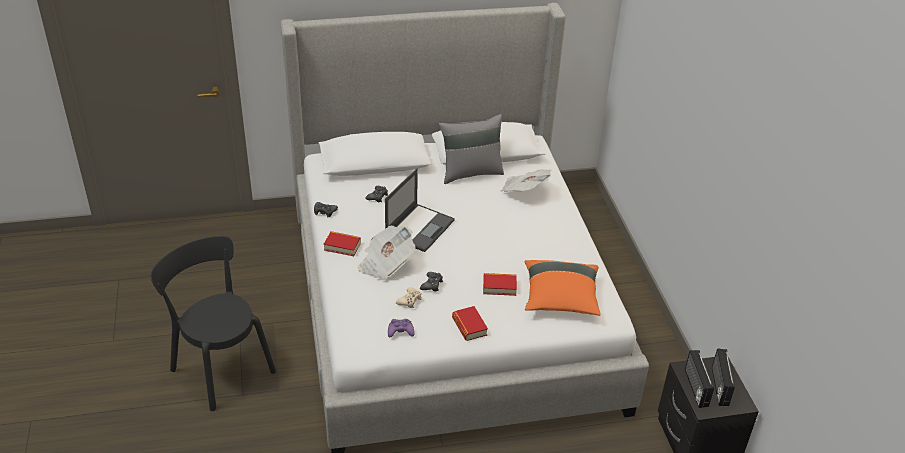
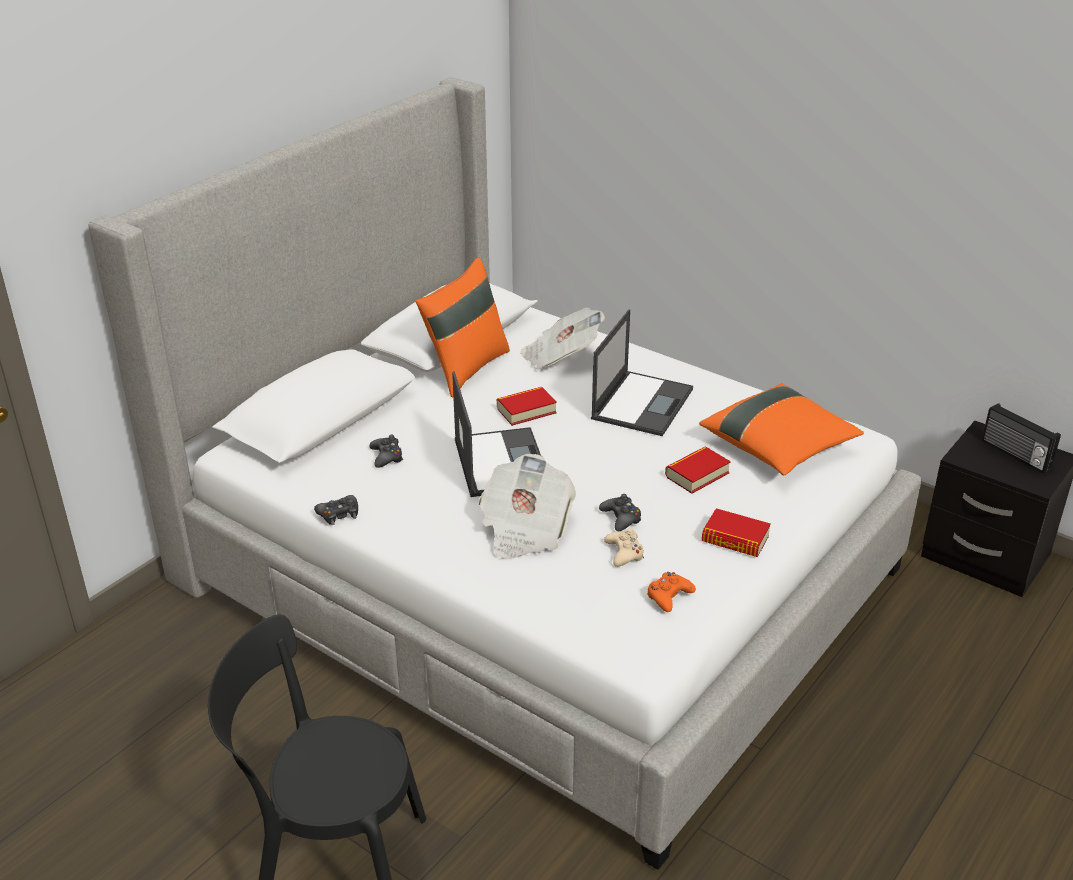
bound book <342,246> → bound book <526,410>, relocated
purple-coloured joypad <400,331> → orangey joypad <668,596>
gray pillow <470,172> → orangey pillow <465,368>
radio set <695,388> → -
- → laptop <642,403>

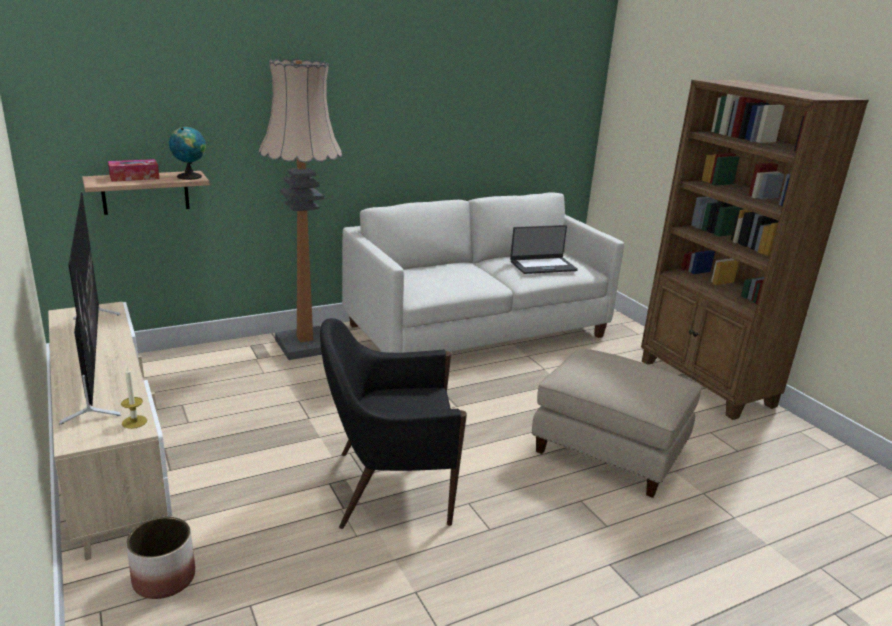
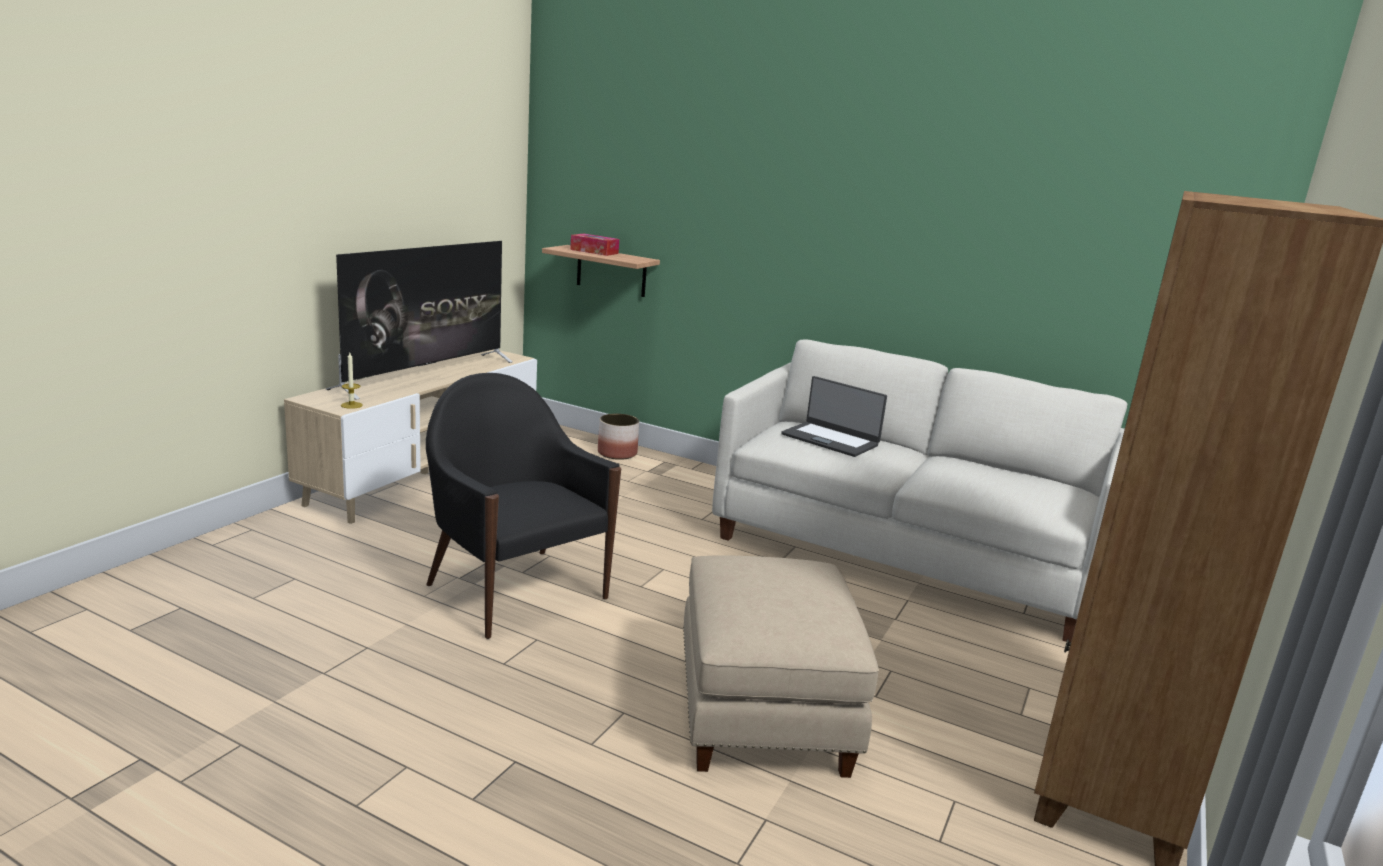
planter <163,579> → planter <616,453>, relocated
globe <190,176> → -
standard lamp <305,345> → -
laptop <542,266> → laptop <830,439>, relocated

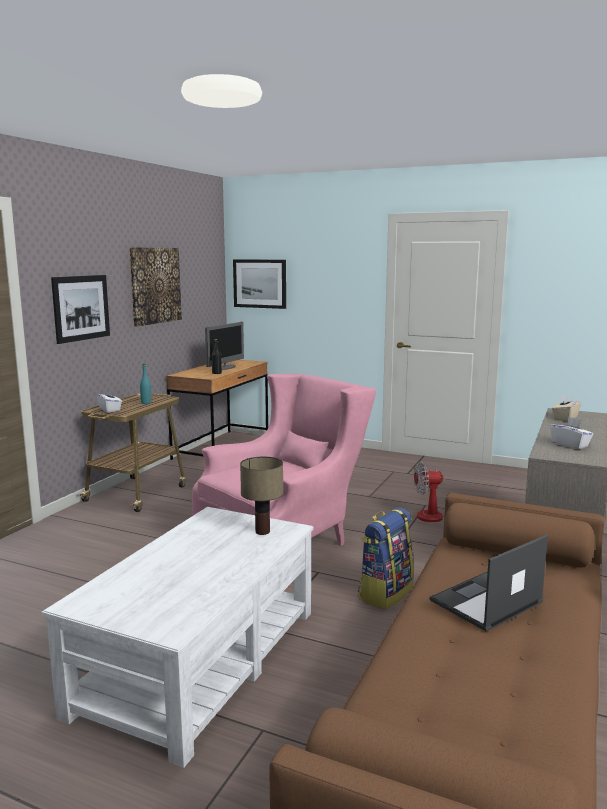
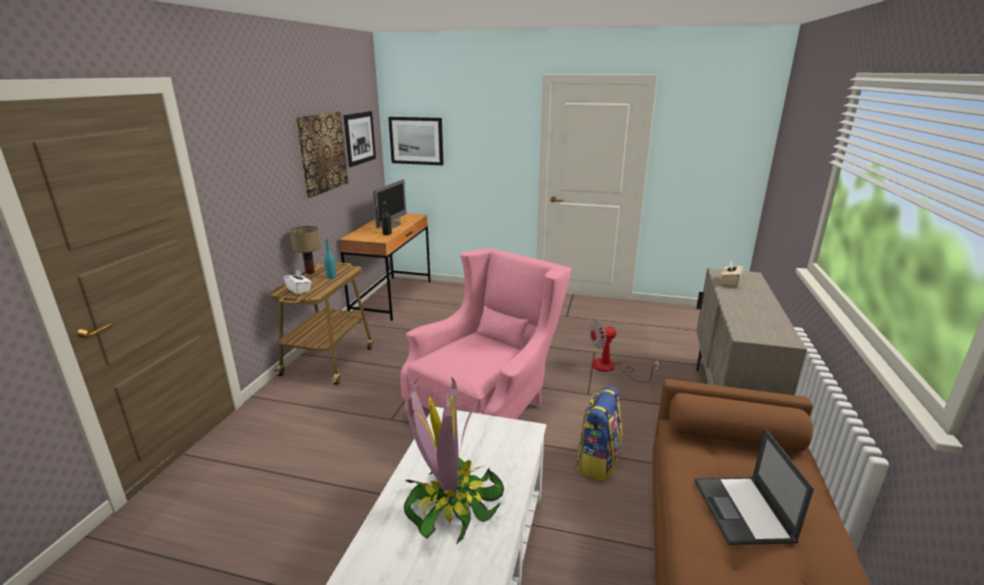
wall picture <81,308> → wall picture <359,138>, relocated
tabletop lamp <262,531> → tabletop lamp <309,272>, relocated
laptop <485,602> → laptop <743,511>, 45 degrees counterclockwise
whitish tissue box <570,445> → -
- → potted plant <451,504>

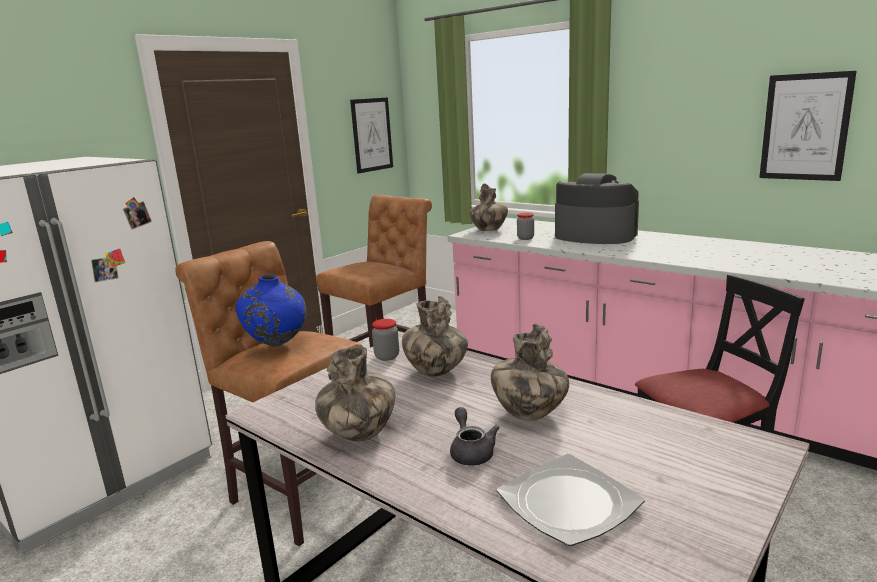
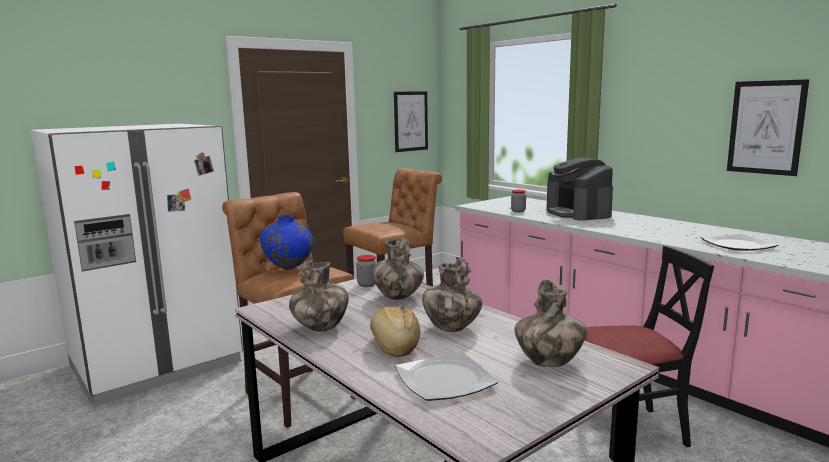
gray pot for tea <471,452> → bakery bread <394,345>
vase <489,230> → vase <548,362>, relocated
coffee brewer <594,236> → coffee brewer <578,213>, 150 degrees counterclockwise
- → flat dish <738,245>

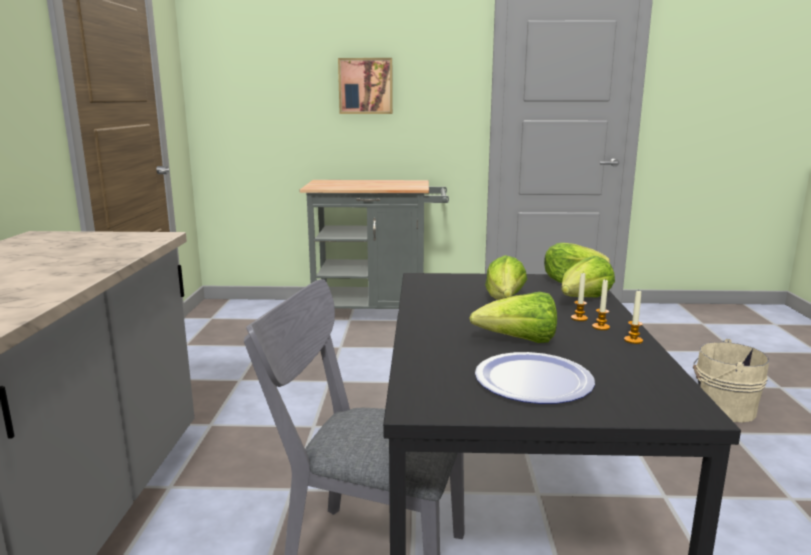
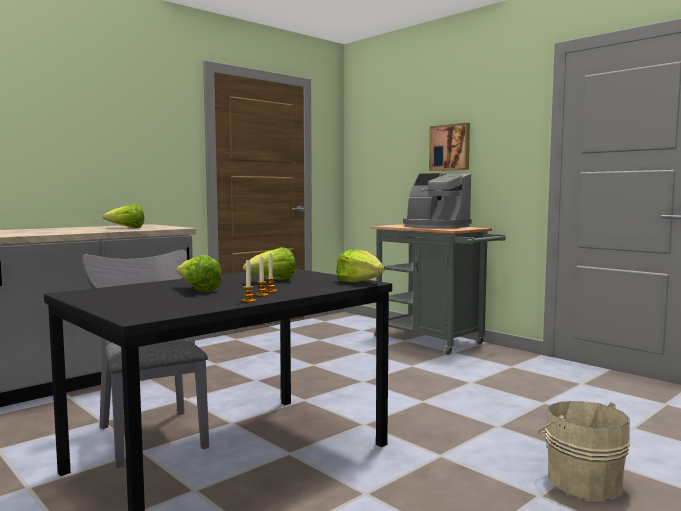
flat dish <534,380> → -
head of lettuce <583,300> → head of lettuce <127,228>, relocated
- → coffee brewer <434,227>

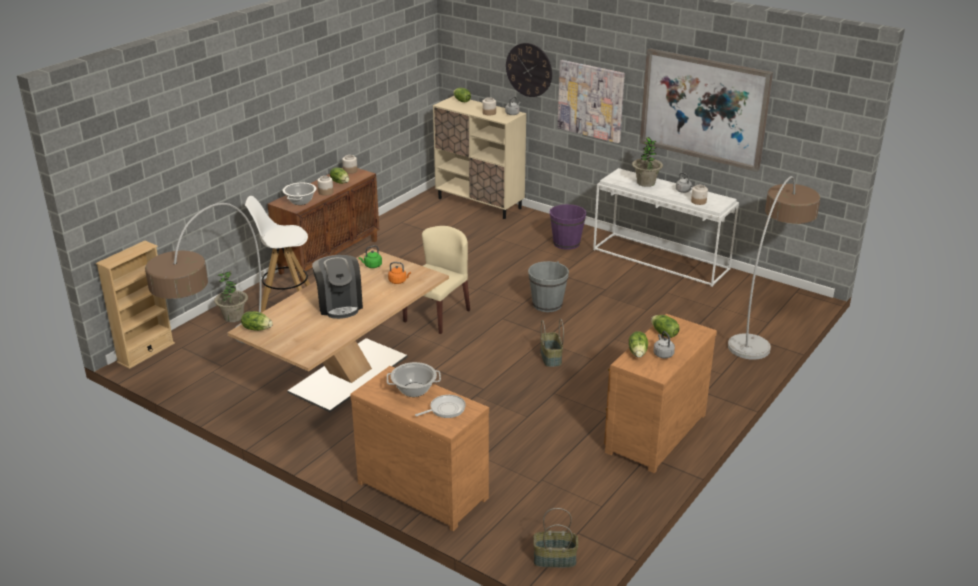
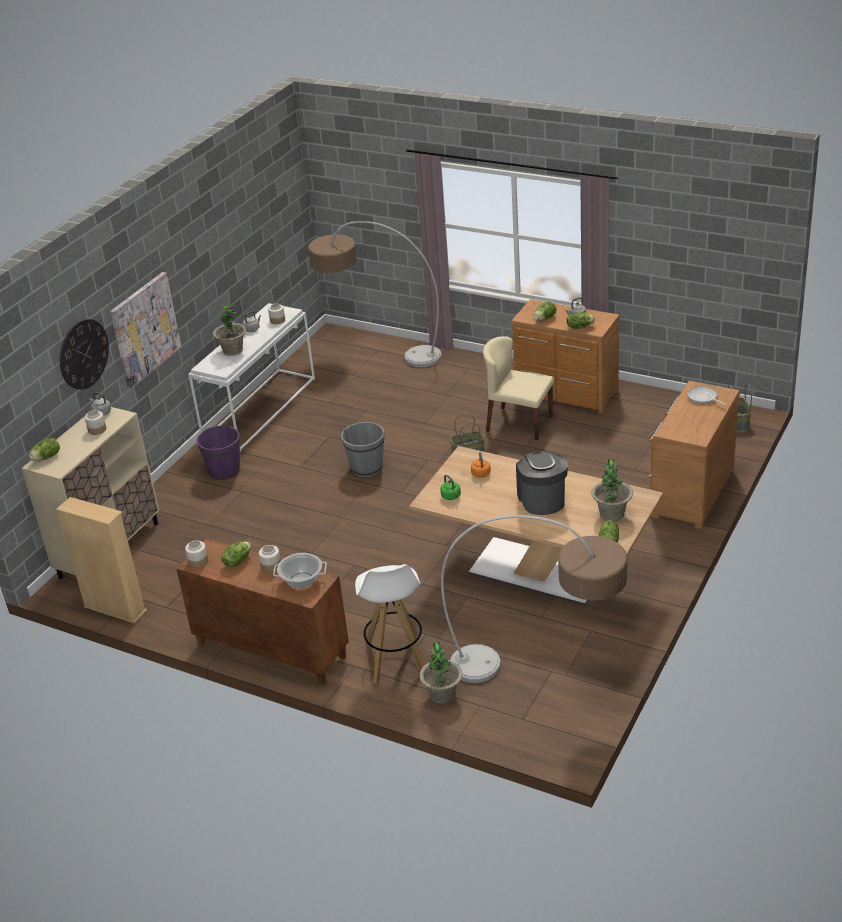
beige-coloured bookcase <146,353> → beige-coloured bookcase <115,609>, relocated
coffee brewer <339,305> → coffee brewer <542,499>, 75 degrees counterclockwise
stockpot <414,390> → -
beige-coloured plain chair <437,315> → beige-coloured plain chair <518,423>, relocated
wall picture <704,108> → -
- → potted plant <611,514>

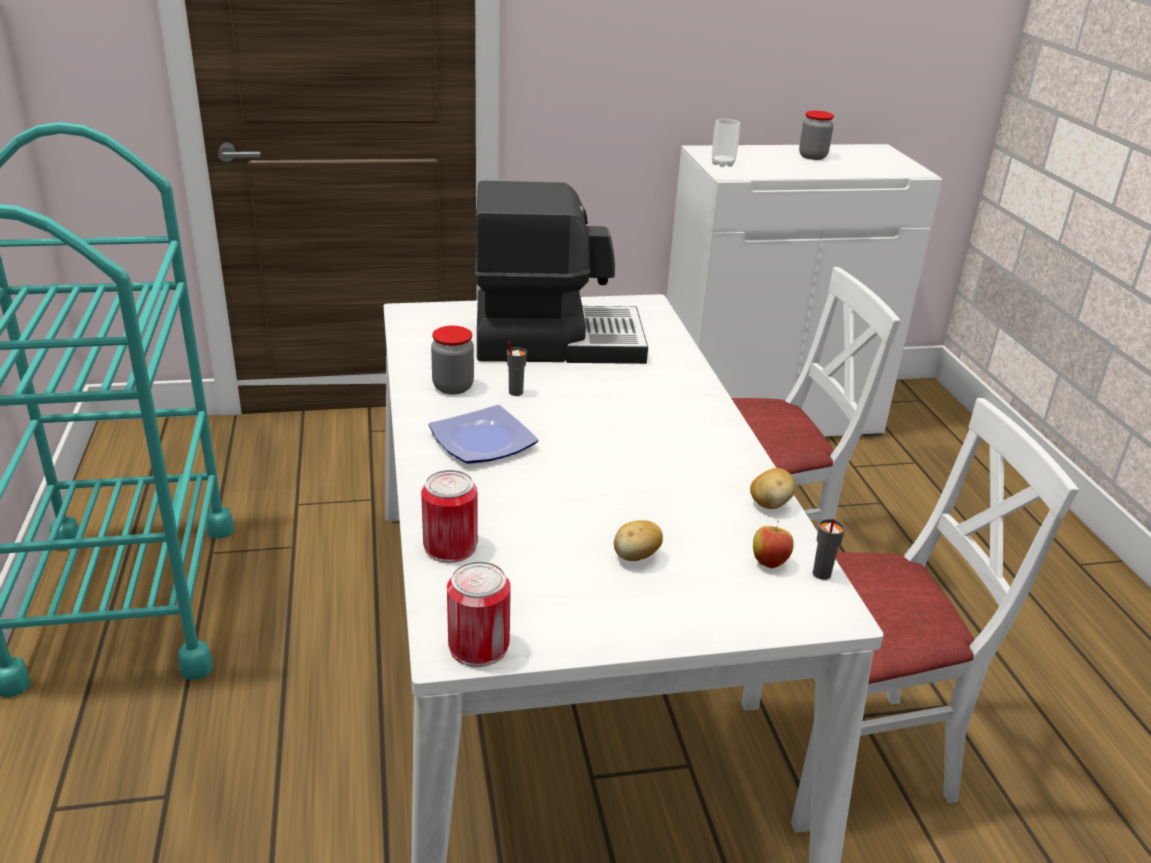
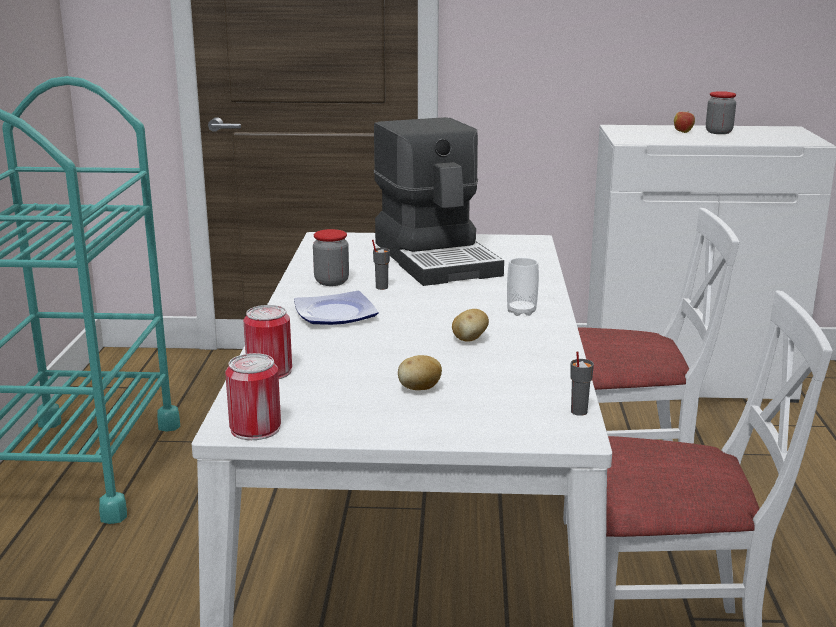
coffee brewer <557,340> → coffee brewer <437,258>, 60 degrees clockwise
small cup <723,164> → small cup <521,311>, relocated
potato <770,504> → potato <470,340>, relocated
apple <769,562> → apple <683,132>, relocated

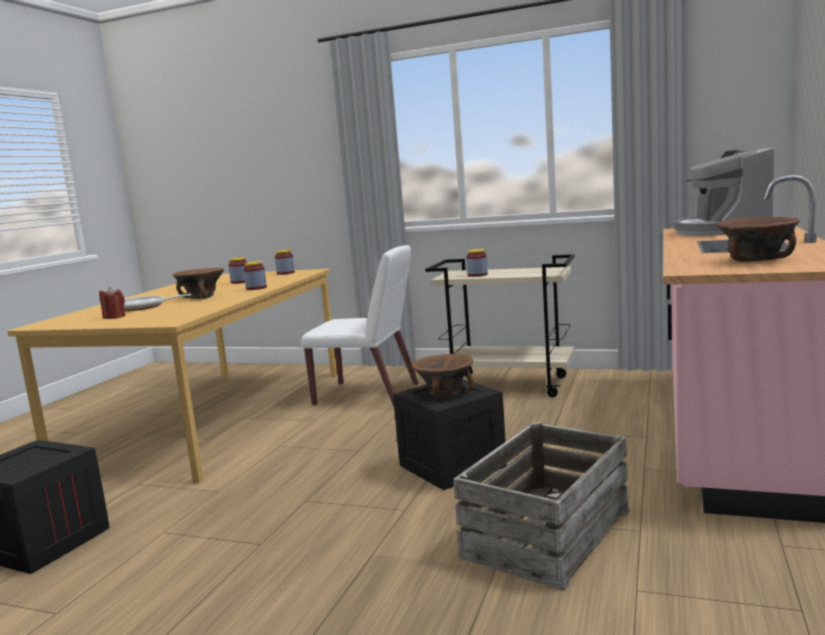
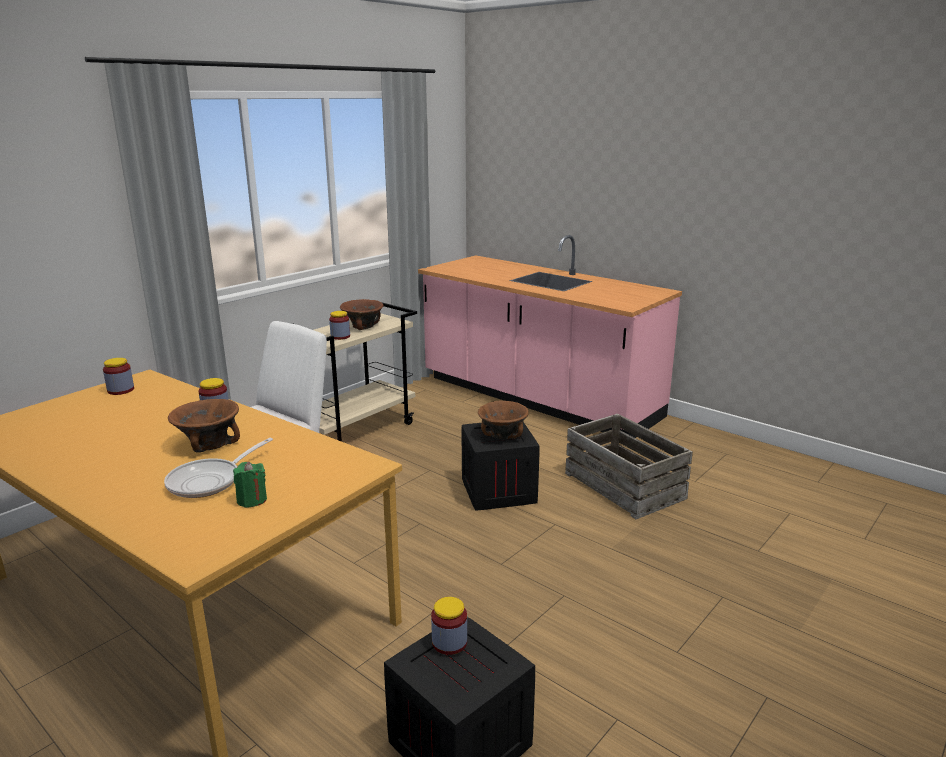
red candle <114,317> → greenish candle <252,500>
storage jar <240,282> → storage jar <449,642>, relocated
coffee brewer <721,231> → -
brown-coloured deep dish <756,260> → brown-coloured deep dish <362,327>, relocated

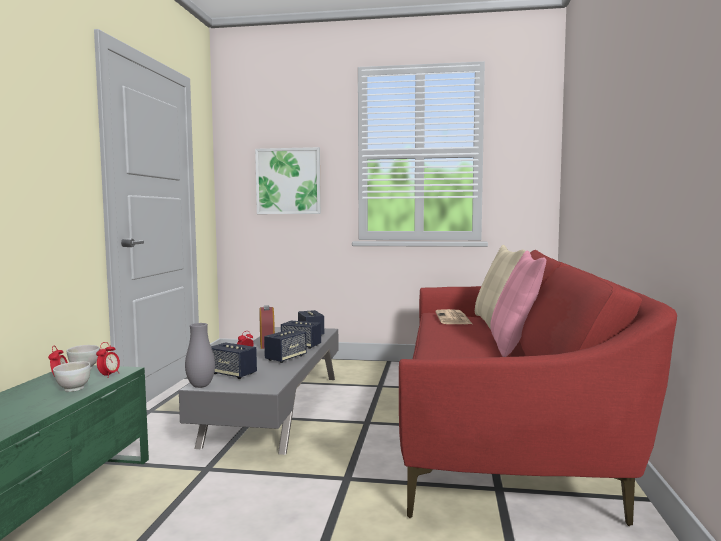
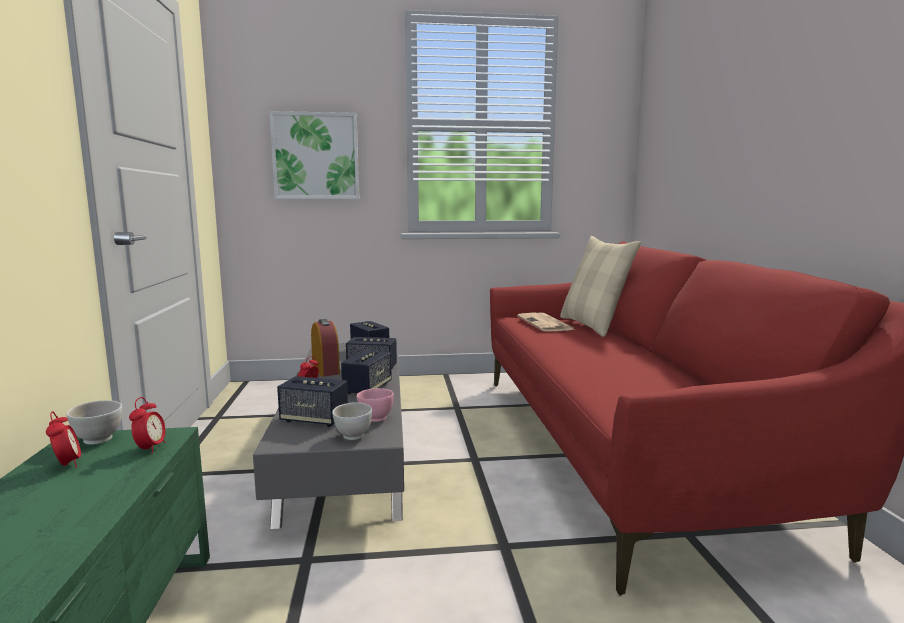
whitish deep dish <73,389> → whitish deep dish <353,436>, relocated
gray vase <200,386> → -
pink-coloured pillow <513,345> → -
- → pink-coloured deep dish <375,418>

